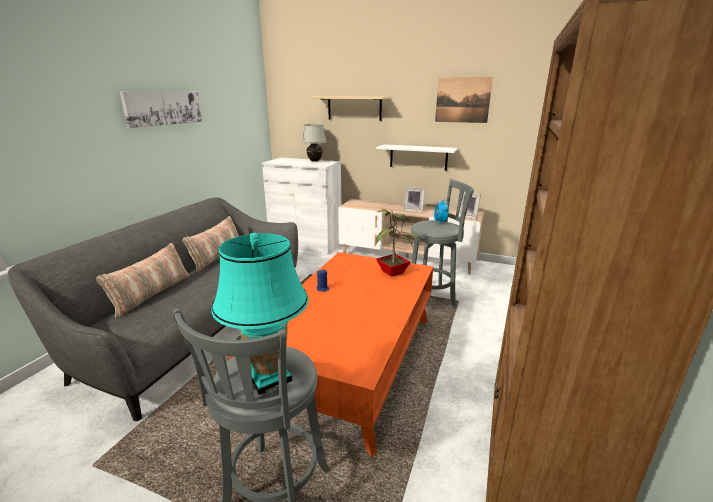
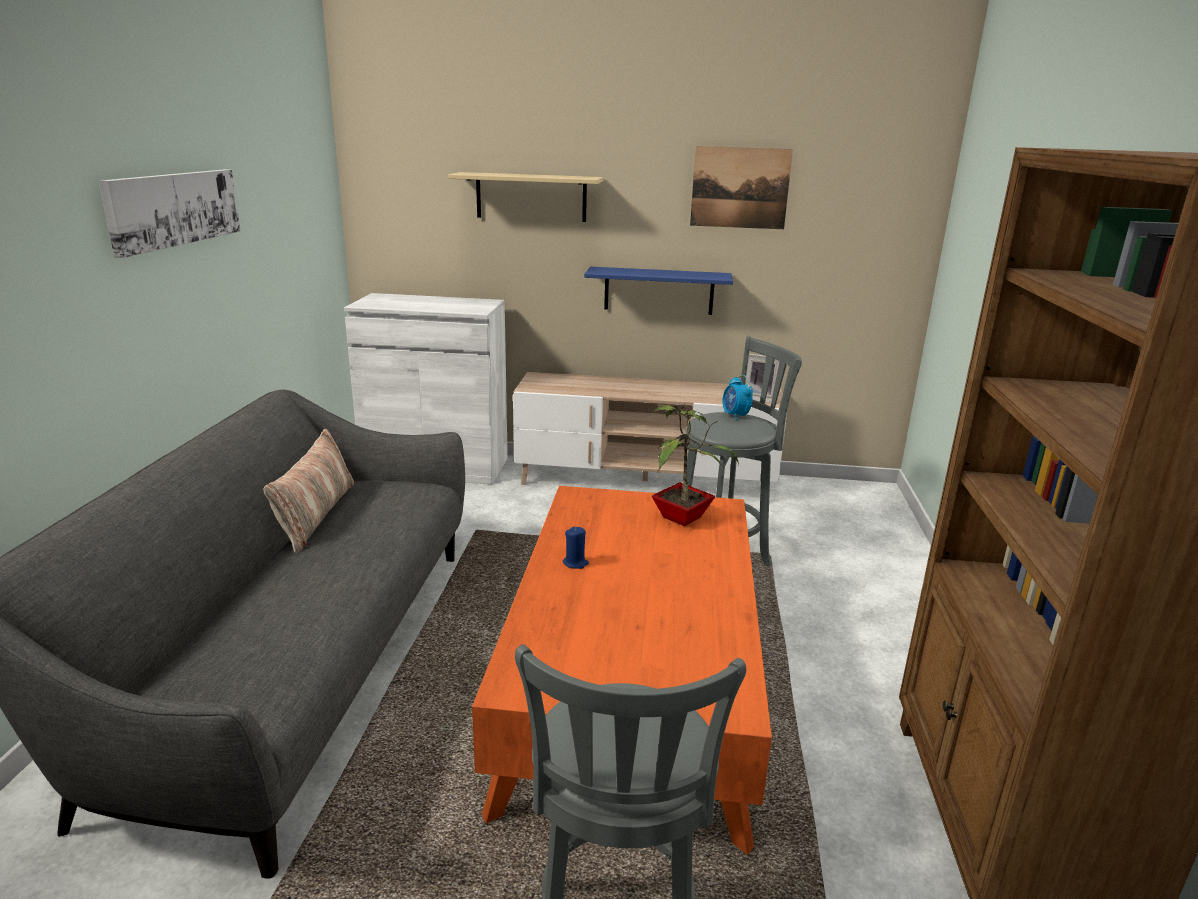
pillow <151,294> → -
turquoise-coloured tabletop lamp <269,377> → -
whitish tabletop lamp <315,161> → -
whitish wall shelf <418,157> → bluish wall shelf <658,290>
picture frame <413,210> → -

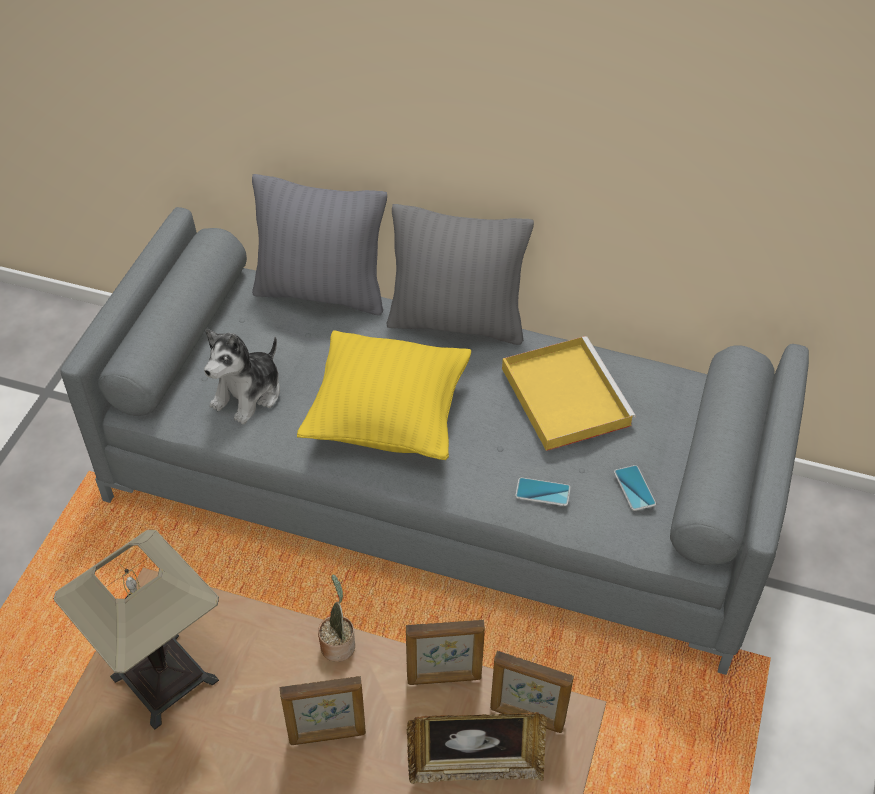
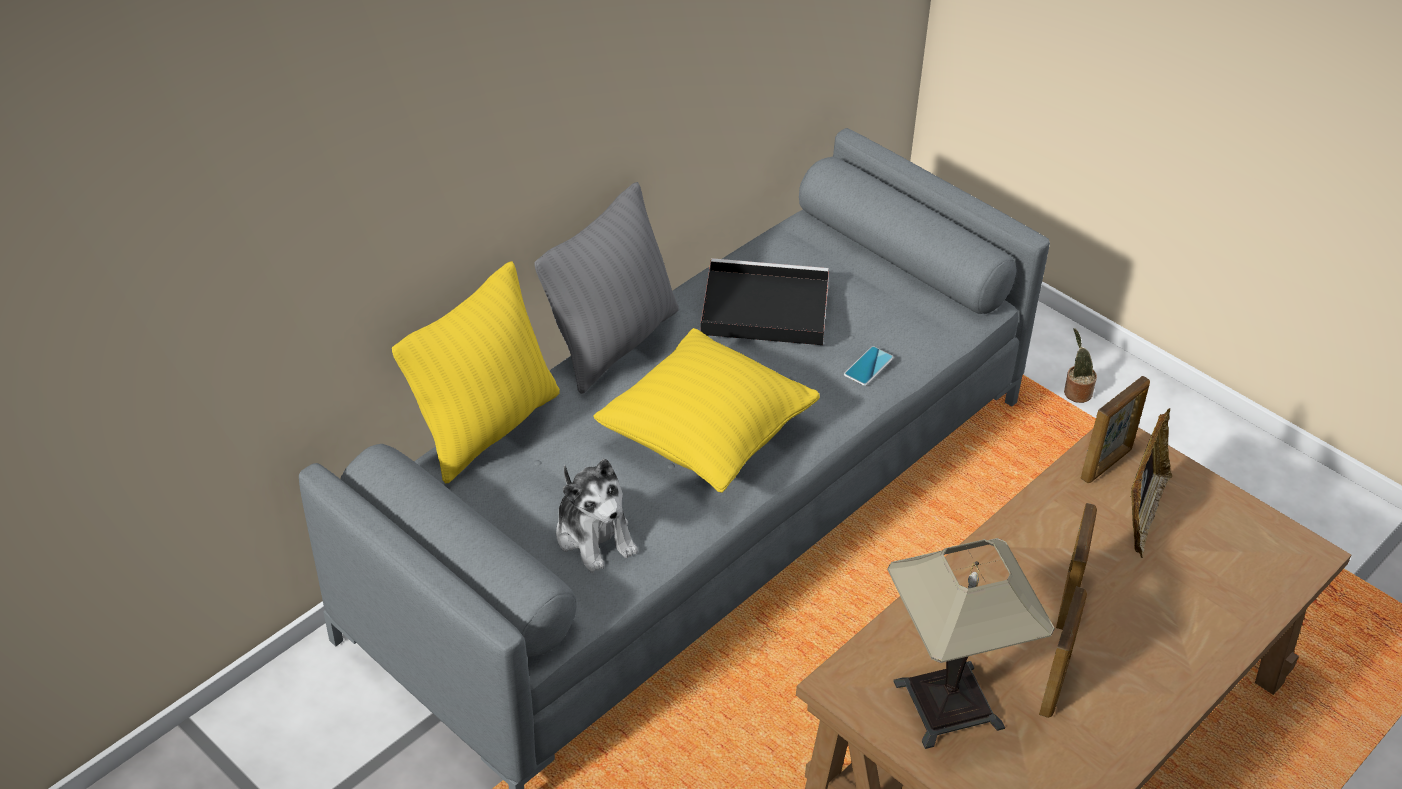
gray pillow <322,292> → yellow pillow <486,427>
potted plant <338,644> → potted plant <1075,392>, relocated
picture frame <444,678> → picture frame <1054,686>, relocated
yellow serving tray <563,395> → black serving tray <762,308>
telephone <634,488> → -

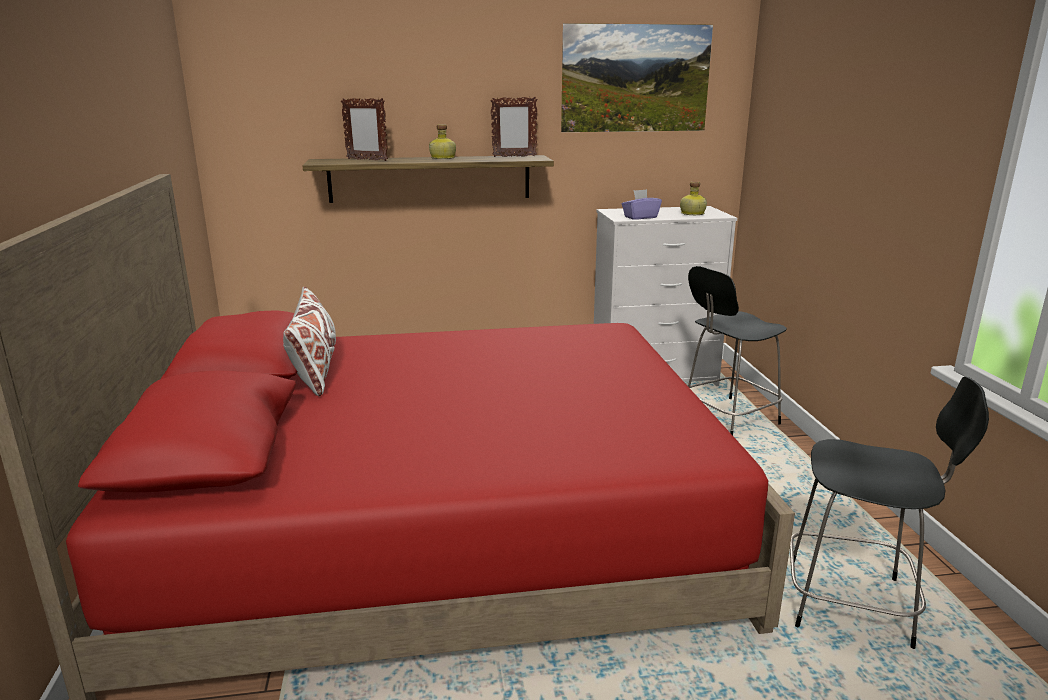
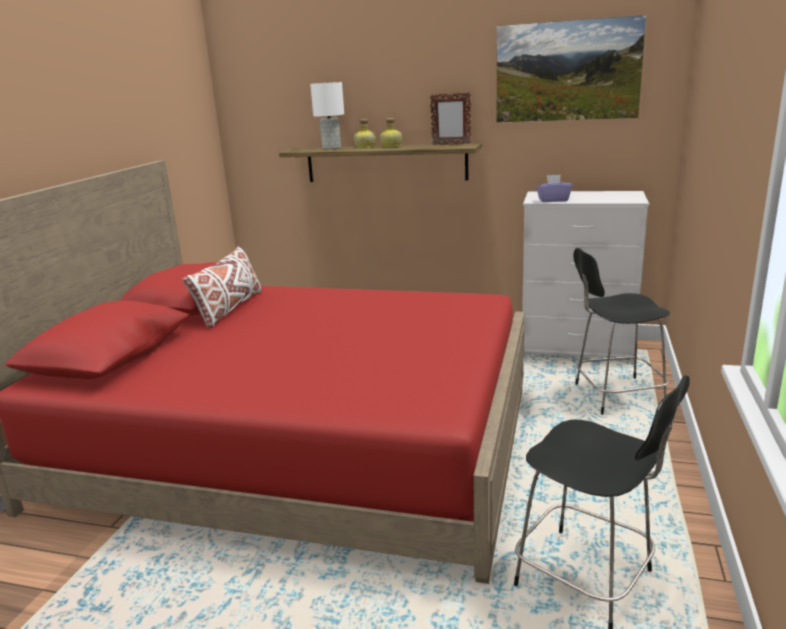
picture frame <367,160> → whitish tabletop lamp <332,148>
bottle <691,213> → bottle <364,147>, relocated

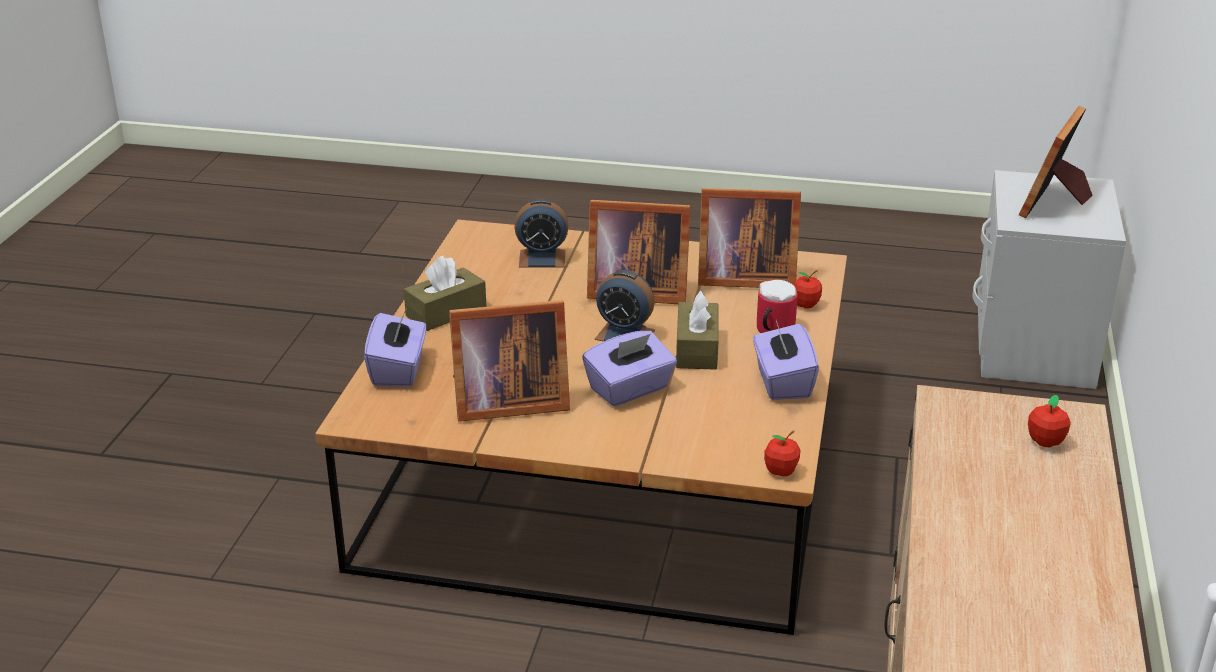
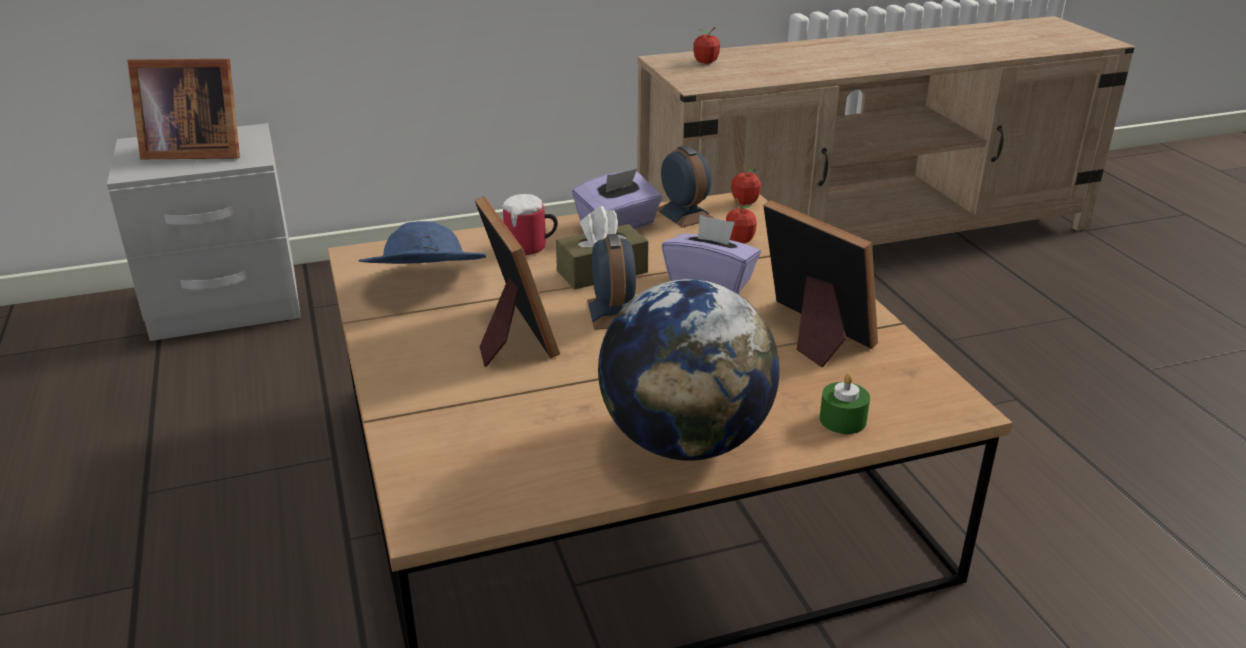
purple-coloured tissue box <398,370> → greenish candle <842,420>
brown-coloured tissue box <446,312> → globe <686,442>
alarm clock <542,259> → alarm clock <684,214>, relocated
picture frame <742,277> → bluish hat <424,285>
apple <805,305> → apple <739,240>, relocated

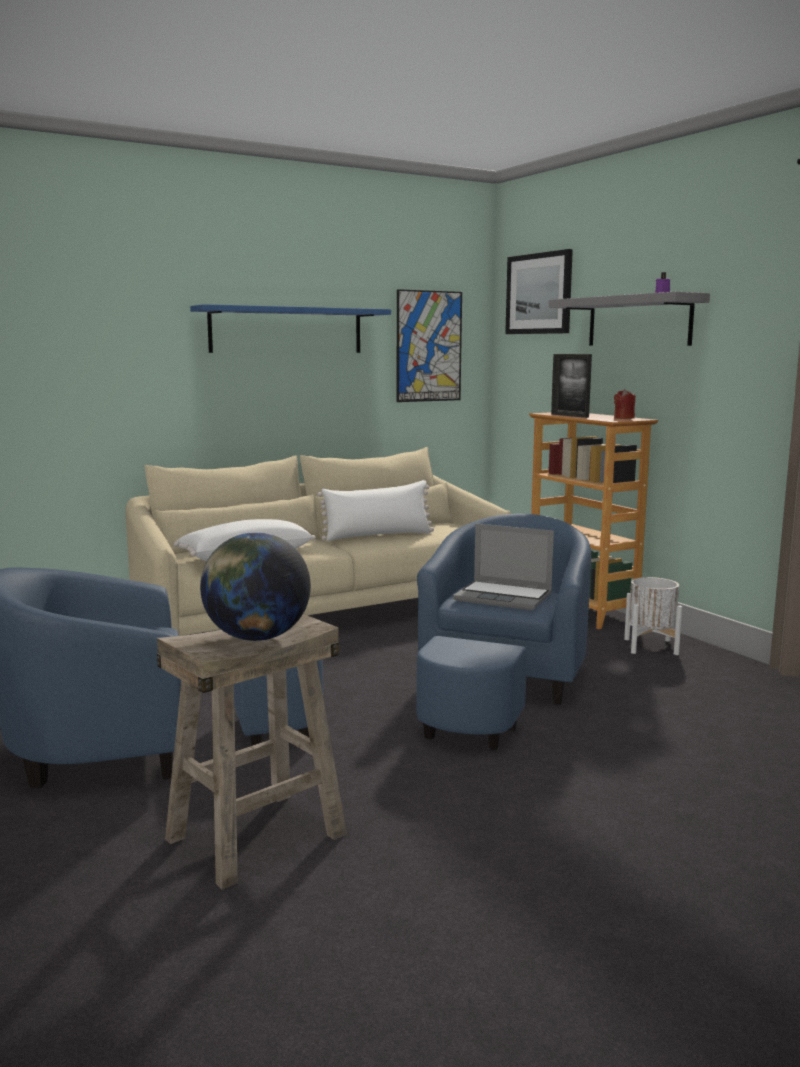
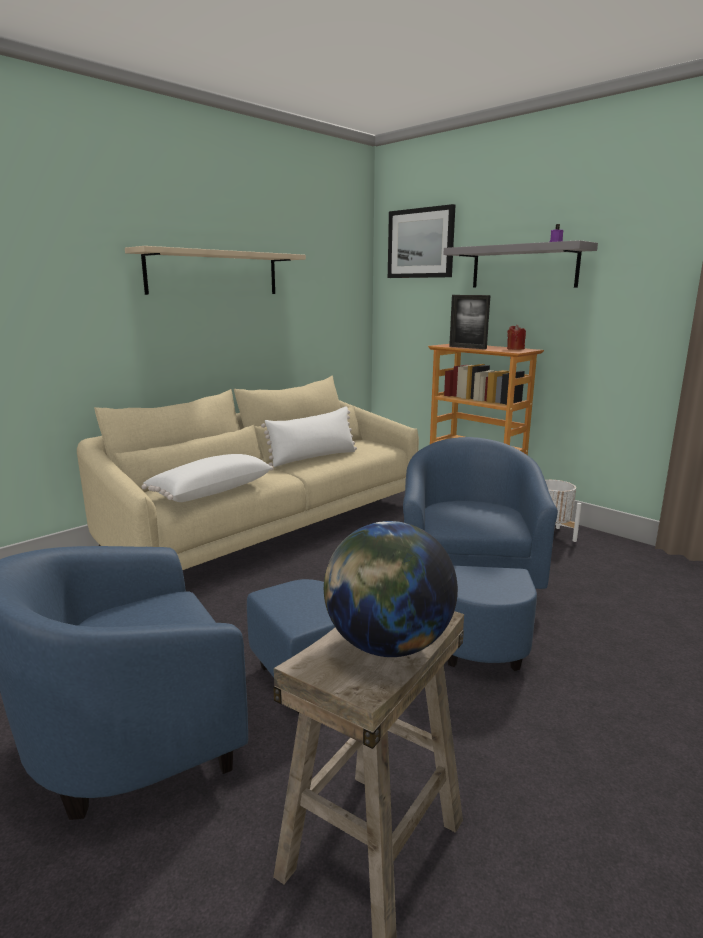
bluish wall shelf <287,330> → beige-coloured wall shelf <214,273>
wall picture <429,346> → -
laptop <505,597> → -

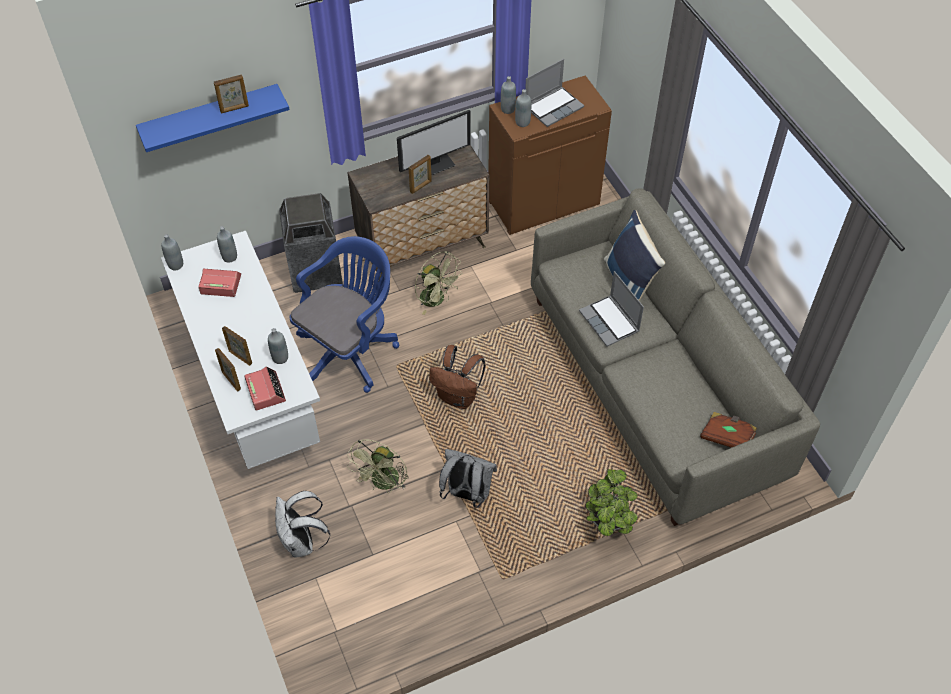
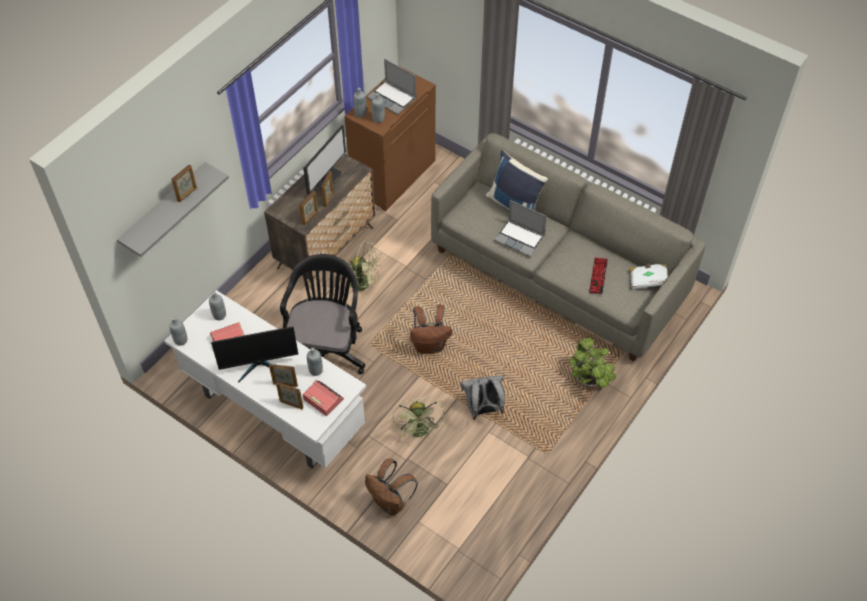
bluish wall shelf <210,117> → gray wall shelf <165,209>
whitish backpack <302,542> → brown-coloured backpack <391,502>
trash can <315,271> → -
bluish office chair <350,350> → black office chair <326,349>
laptop <553,107> → laptop <392,98>, 105 degrees clockwise
brown-coloured bound book <727,436> → whitish bound book <647,280>
- → monitor <260,365>
- → picture frame <310,217>
- → PC keyboard <598,276>

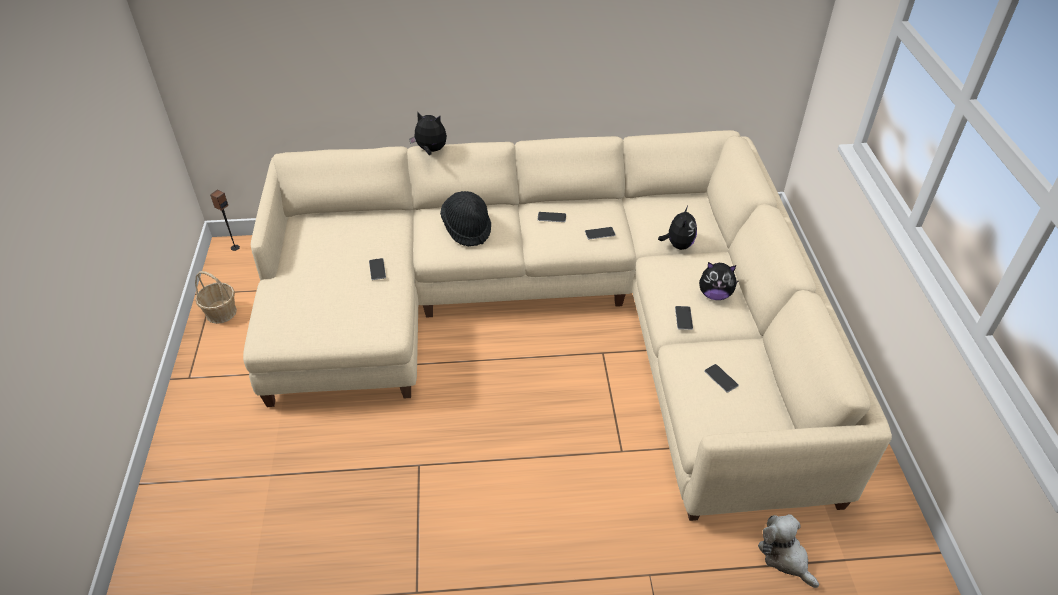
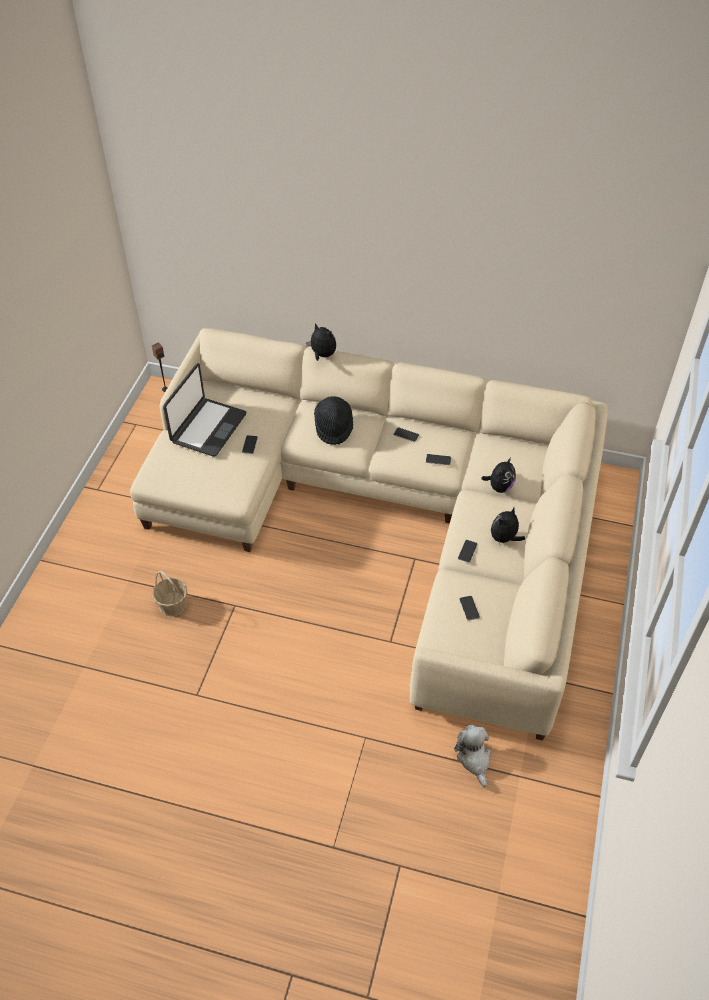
household basket <221,312> → household basket <172,604>, relocated
cuddly toy <715,294> → cuddly toy <504,539>, 105 degrees clockwise
- → laptop <208,428>

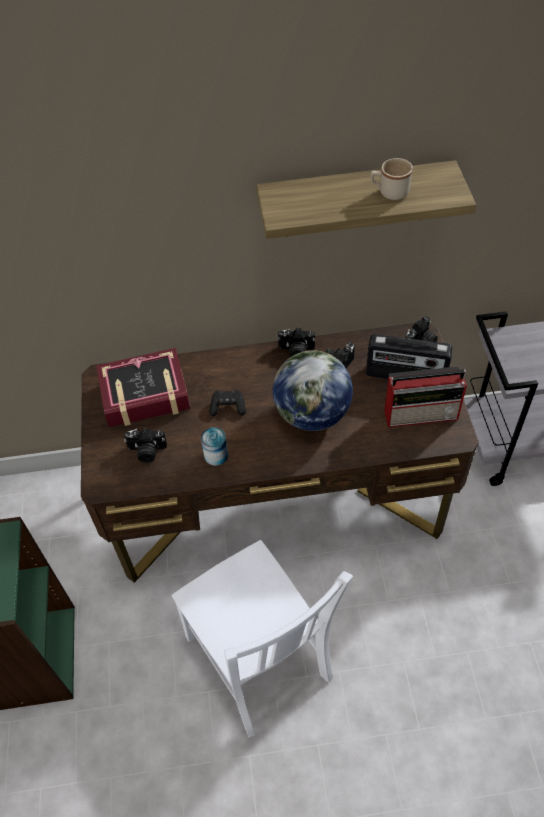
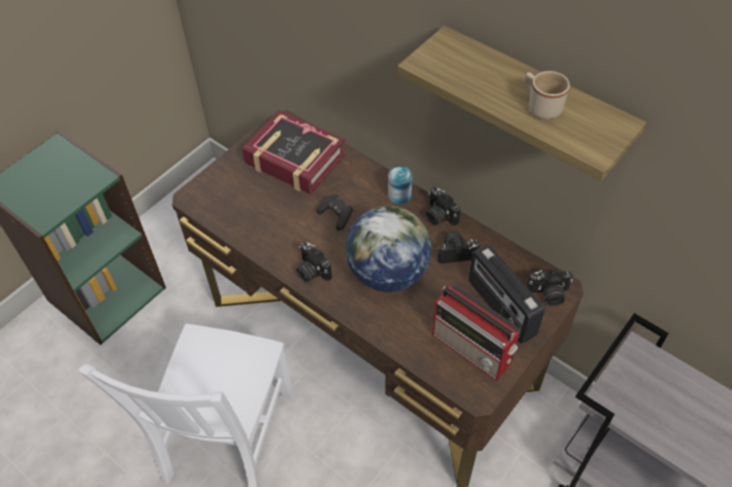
photo camera <146,452> → photo camera <311,271>, relocated
sealed can <216,455> → sealed can <399,195>, relocated

